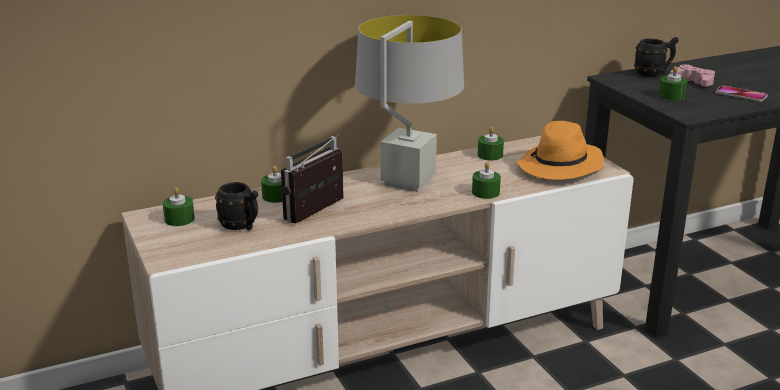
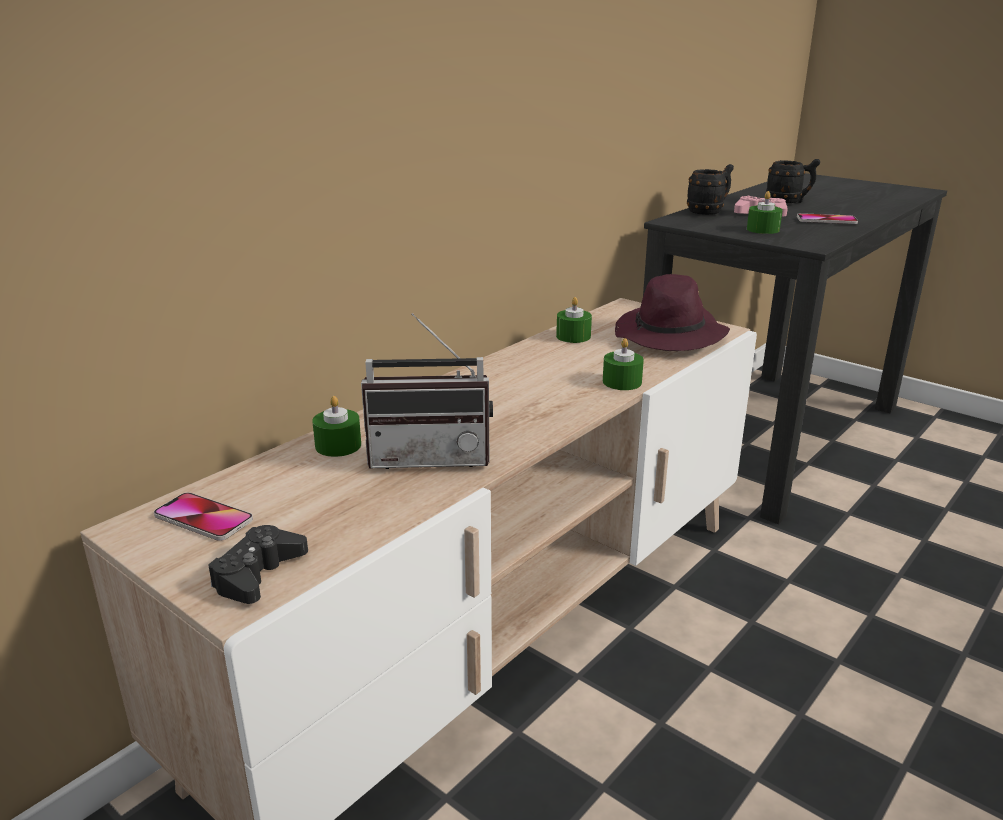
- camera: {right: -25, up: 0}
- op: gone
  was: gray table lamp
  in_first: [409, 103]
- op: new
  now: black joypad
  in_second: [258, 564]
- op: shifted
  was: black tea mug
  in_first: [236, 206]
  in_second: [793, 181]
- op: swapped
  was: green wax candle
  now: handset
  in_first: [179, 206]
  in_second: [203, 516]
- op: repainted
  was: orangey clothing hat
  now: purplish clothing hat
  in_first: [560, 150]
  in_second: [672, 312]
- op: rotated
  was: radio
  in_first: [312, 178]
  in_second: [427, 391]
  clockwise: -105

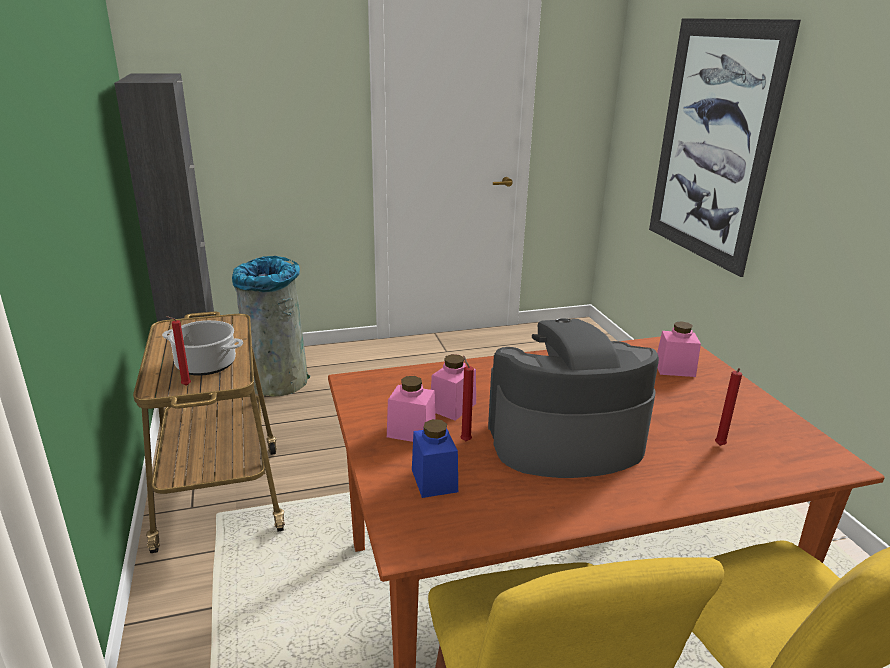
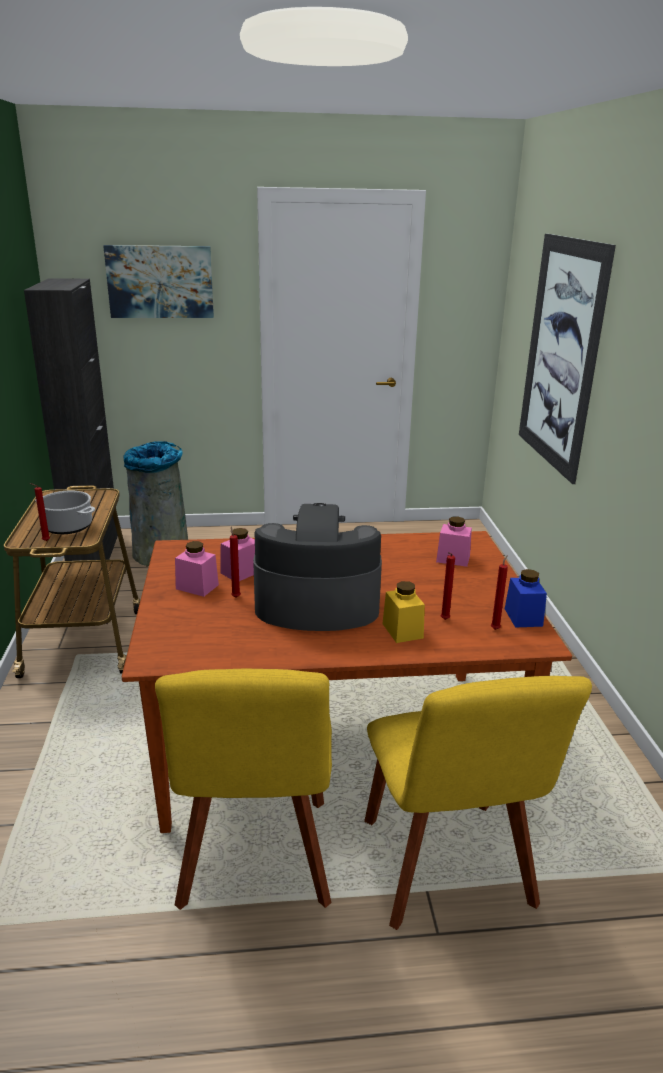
- camera: {right: 10, up: 0}
- op: new
  now: picture
  in_second: [158, 281]
- op: new
  now: yellow jar
  in_second: [403, 612]
- op: new
  now: reddish wax candle
  in_second: [499, 592]
- op: shifted
  was: blue-coloured jar
  in_first: [435, 458]
  in_second: [526, 598]

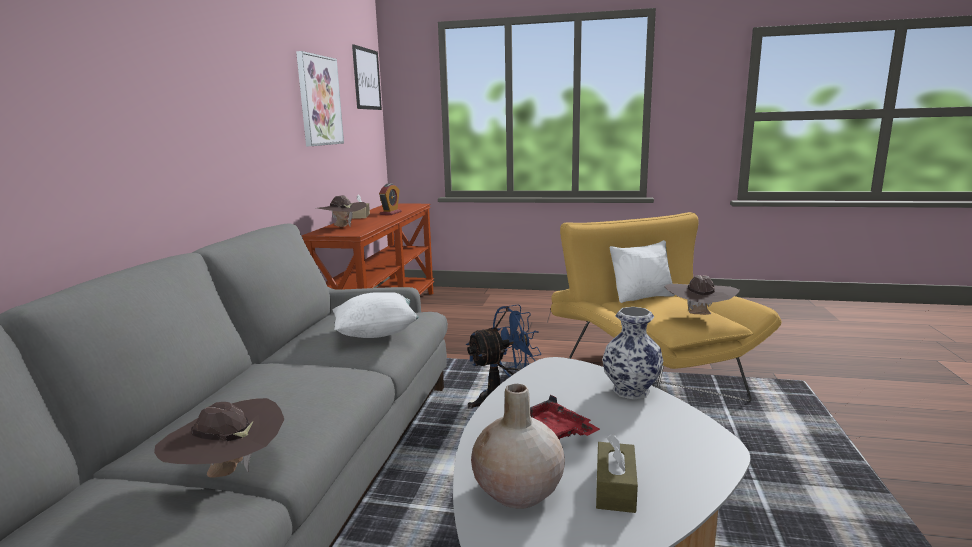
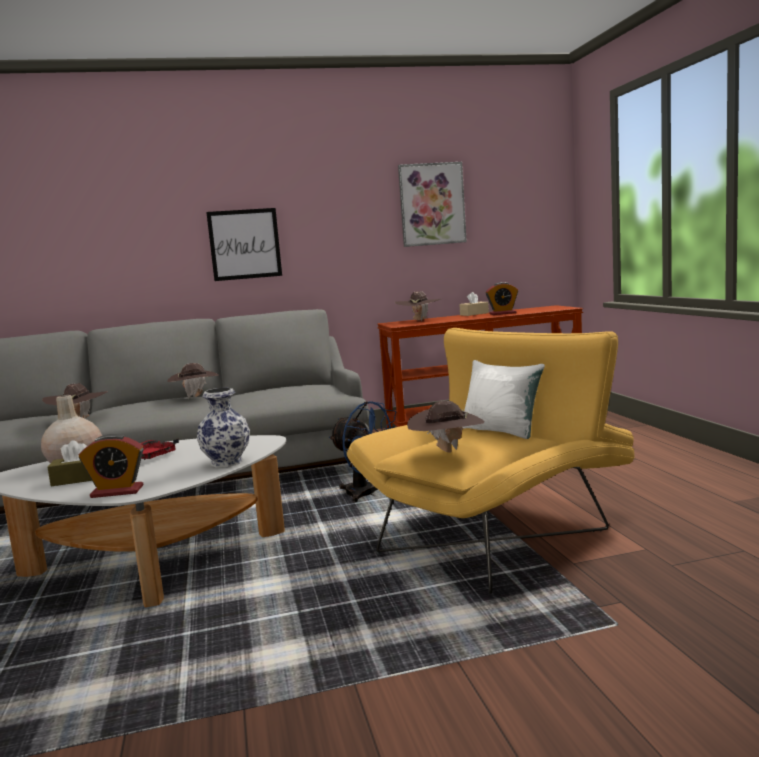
- camera: {right: 65, up: -5}
- op: gone
  was: white-coloured cushion
  in_first: [375, 315]
- op: new
  now: table clock
  in_second: [111, 466]
- op: new
  now: brownish clothing hat
  in_second: [193, 381]
- op: shifted
  was: picture
  in_first: [367, 77]
  in_second: [244, 244]

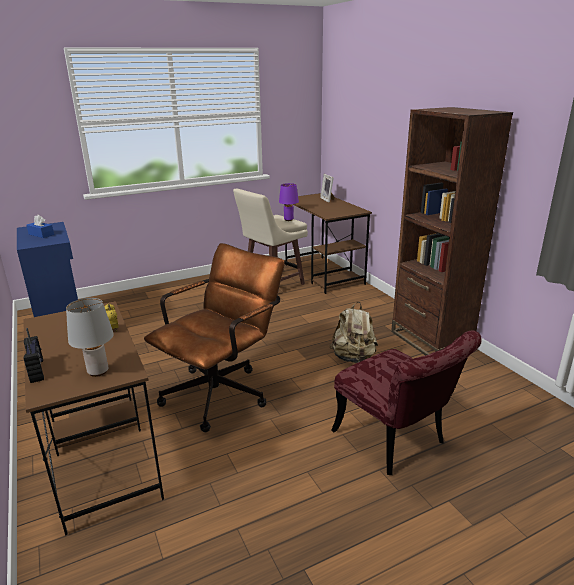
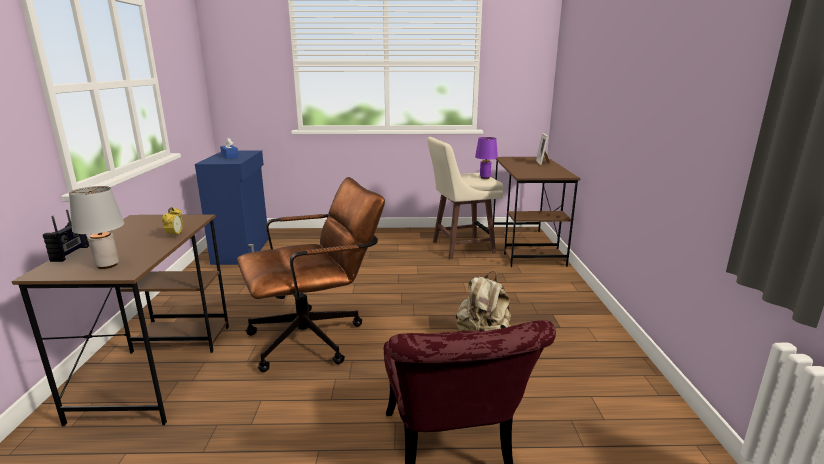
- camera: {right: 25, up: -5}
- op: gone
  was: brownish shelving unit
  in_first: [452, 231]

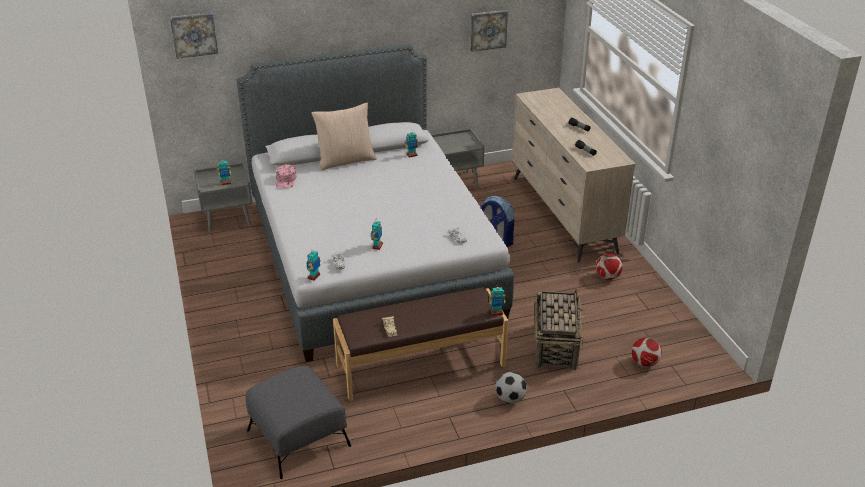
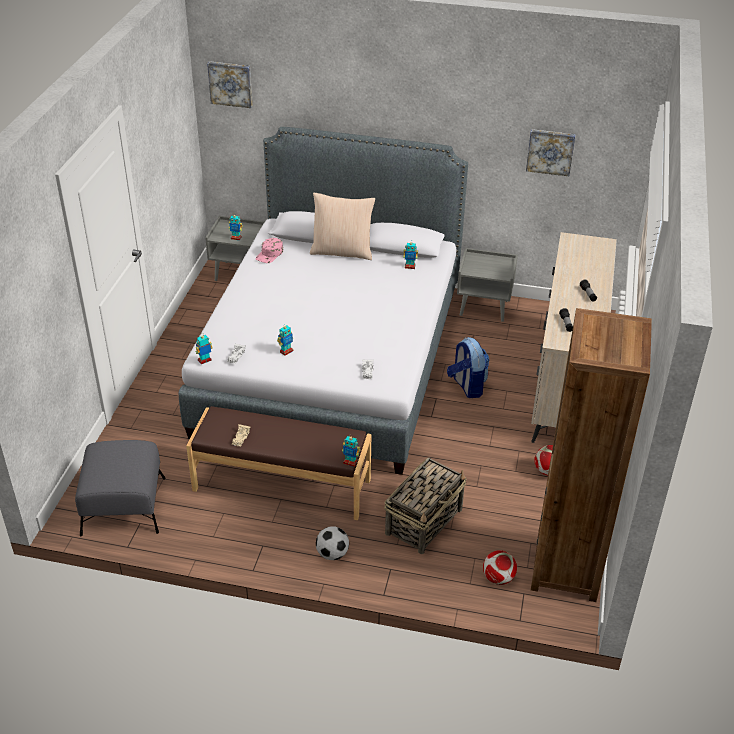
- camera: {right: 30, up: 5}
- op: new
  now: brownish shelving unit
  in_second: [591, 455]

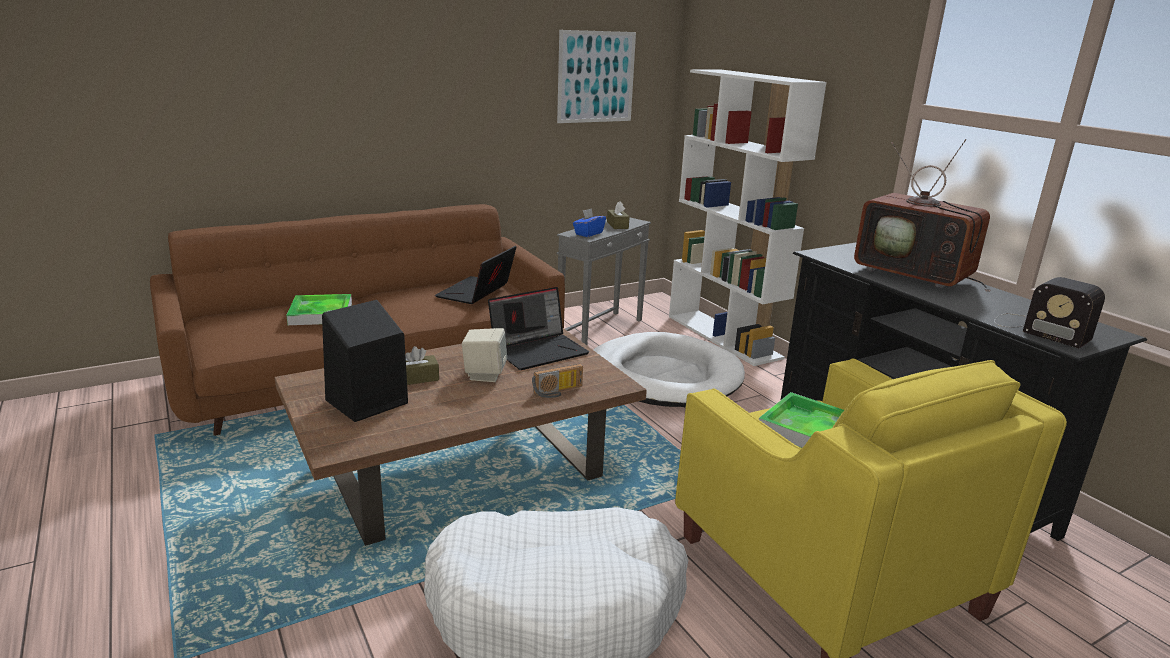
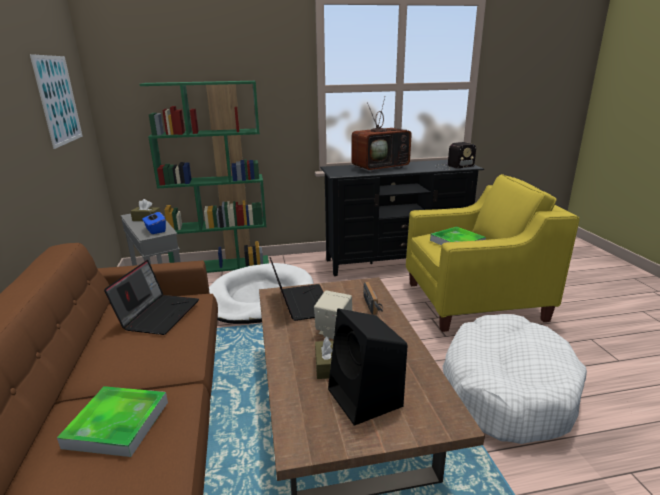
- camera: {right: -70, up: 0}
- op: repainted
  was: white-coloured shelving unit
  now: green shelving unit
  in_first: [748, 217]
  in_second: [204, 177]
- op: rotated
  was: laptop
  in_first: [475, 275]
  in_second: [151, 297]
  clockwise: -120

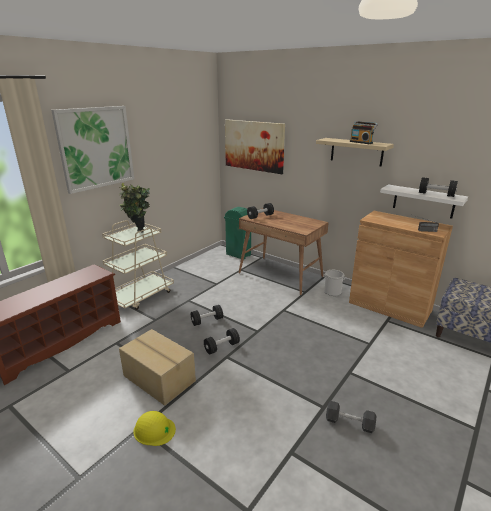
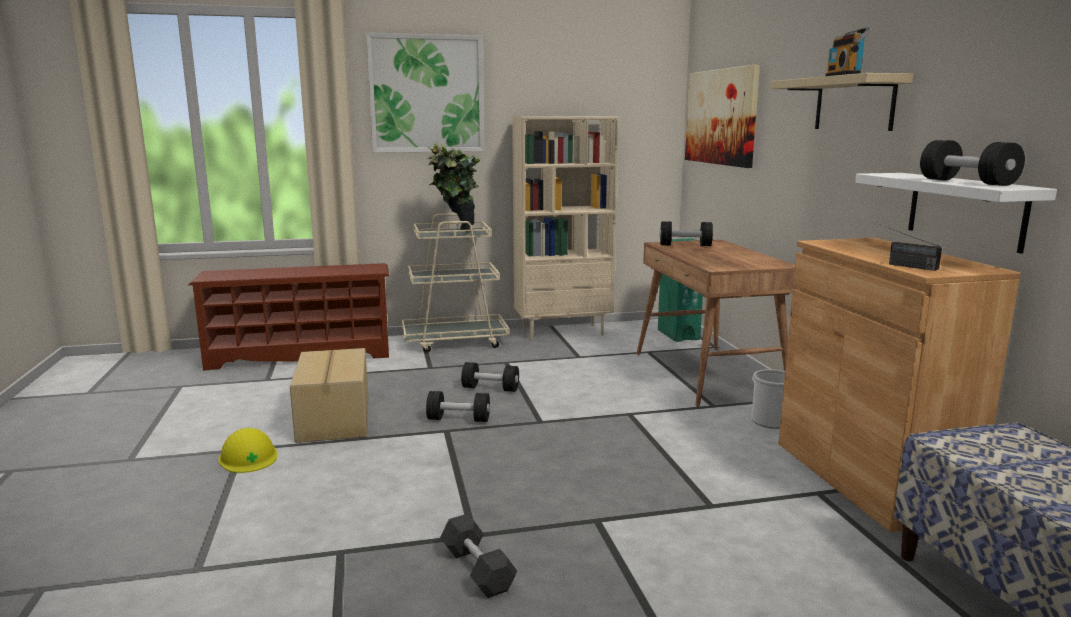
- camera: {right: 40, up: -10}
- op: new
  now: beige-coloured shelving unit
  in_second: [565, 228]

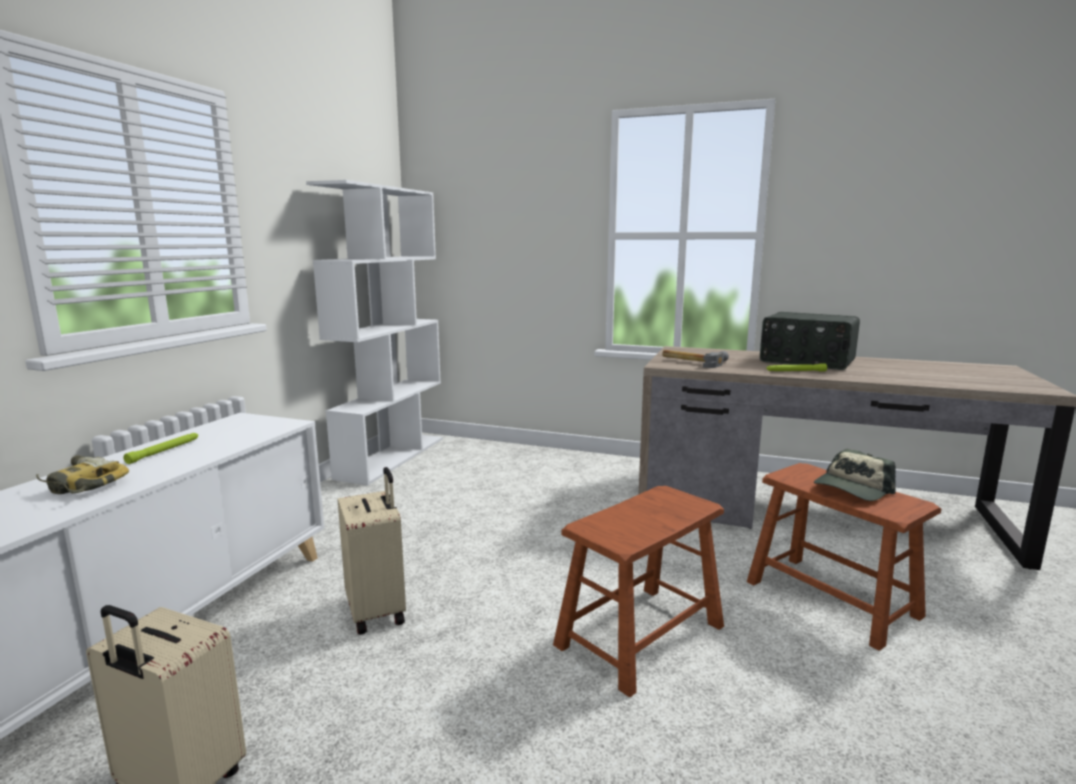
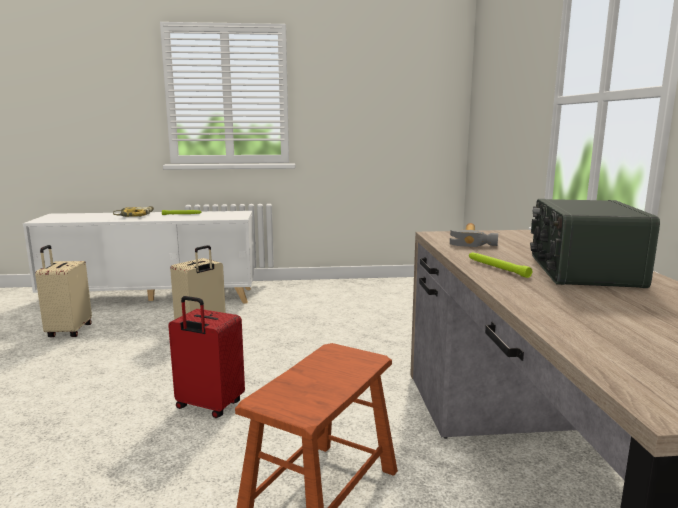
- camera: {right: 65, up: 0}
- op: gone
  was: white-coloured shelving unit
  in_first: [374, 332]
- op: gone
  was: peaked cap
  in_first: [855, 475]
- op: swapped
  was: brownish sitting stool
  now: reddish suitcase
  in_first: [638, 591]
  in_second: [206, 357]

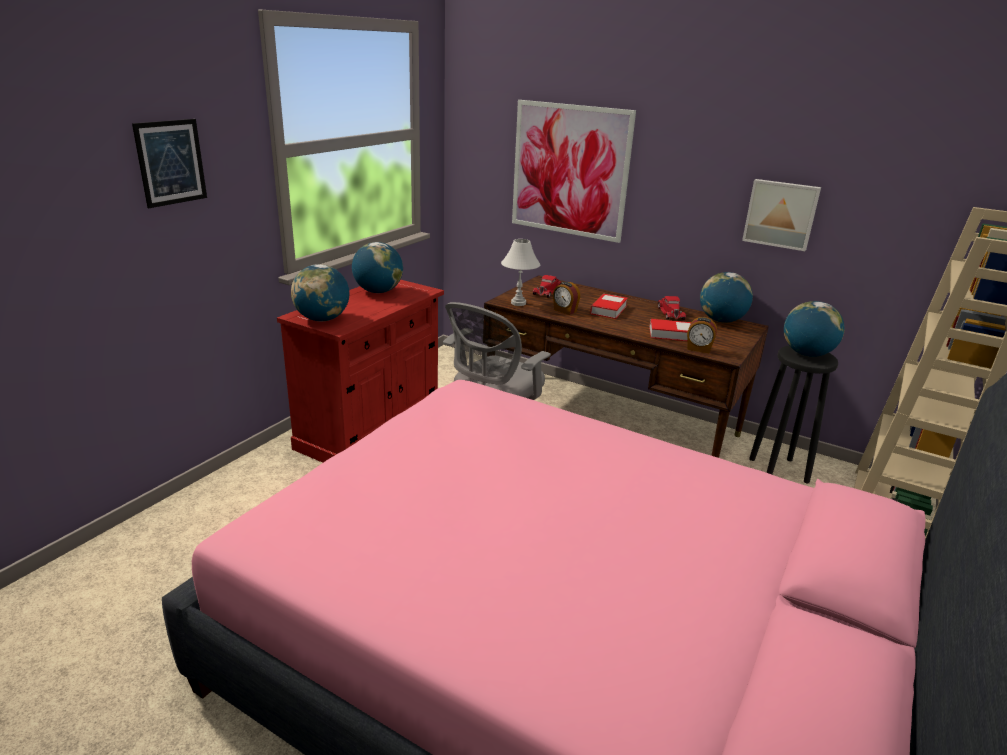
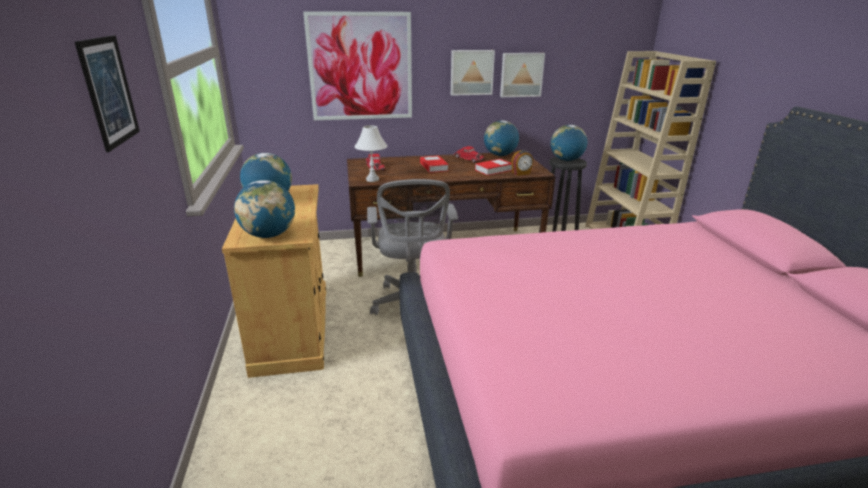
- camera: {right: -40, up: 0}
- op: gone
  was: table clock
  in_first: [566, 298]
- op: new
  now: picture
  in_second: [473, 73]
- op: repainted
  was: reddish cupboard
  now: beige-coloured cupboard
  in_first: [360, 371]
  in_second: [274, 281]

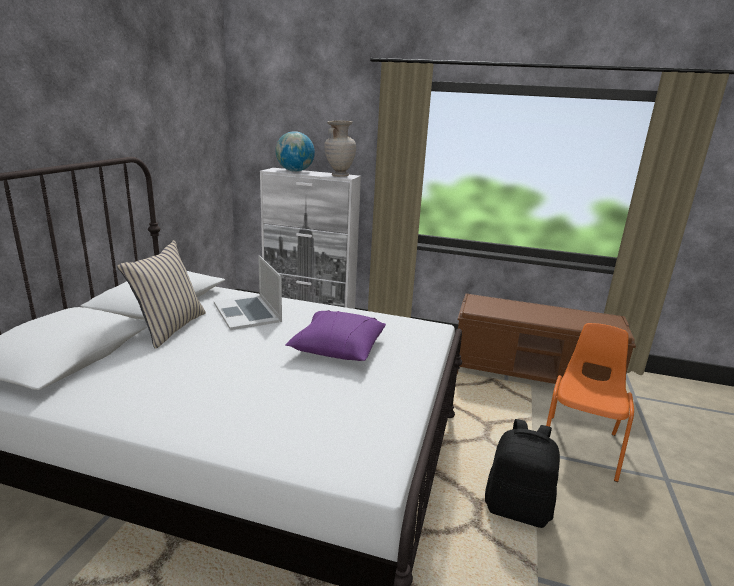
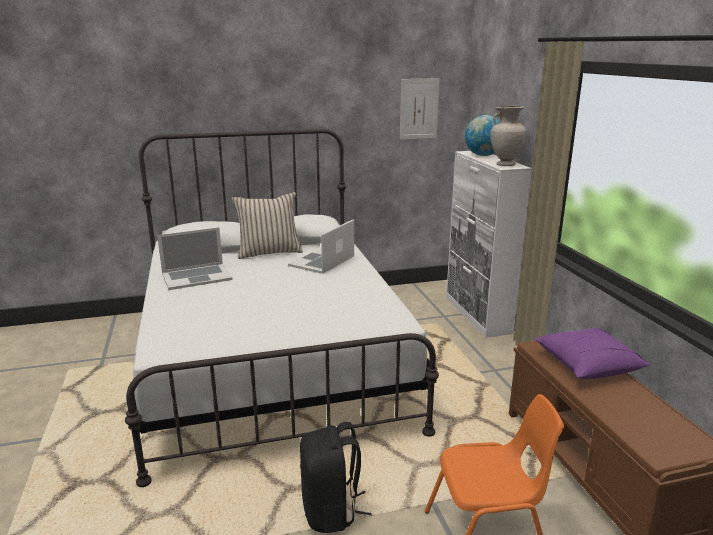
- camera: {right: 60, up: 0}
- op: new
  now: laptop
  in_second: [195, 258]
- op: new
  now: picture
  in_second: [420, 108]
- op: shifted
  was: purplish cushion
  in_first: [335, 335]
  in_second: [592, 353]

